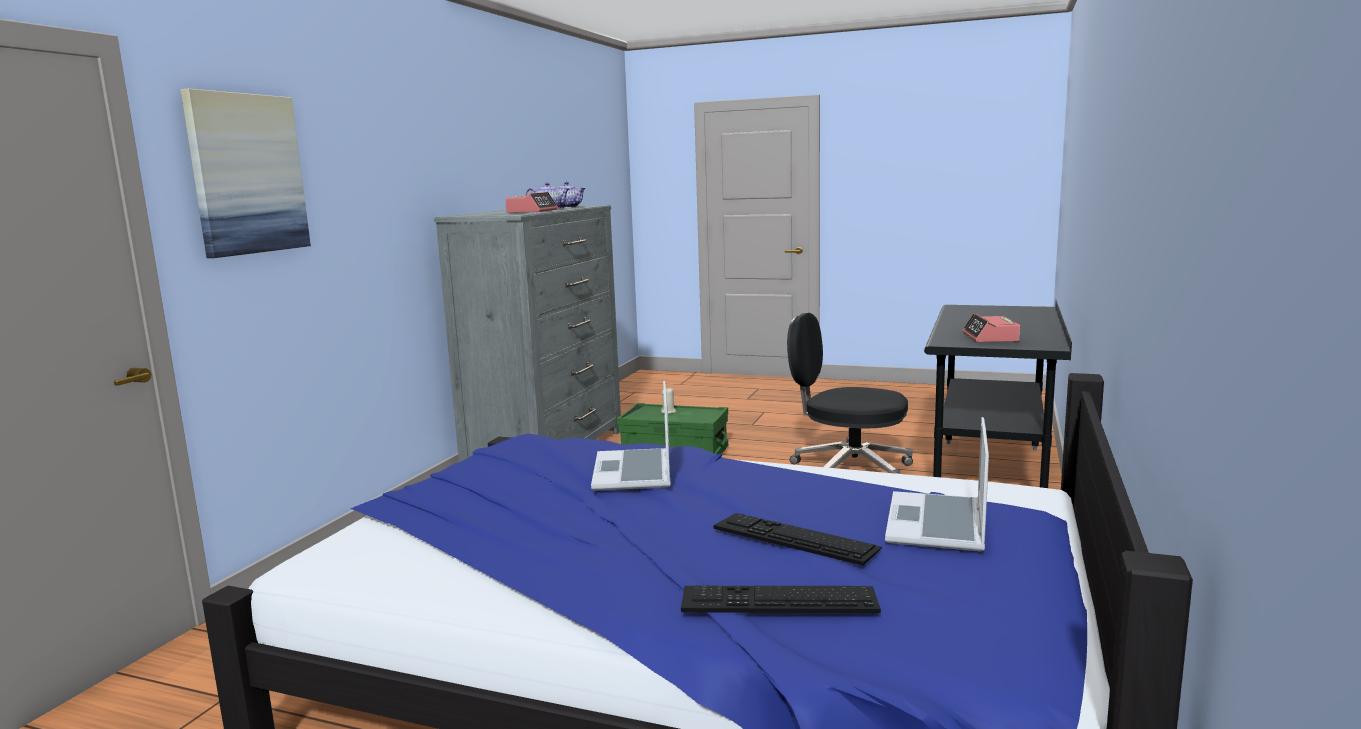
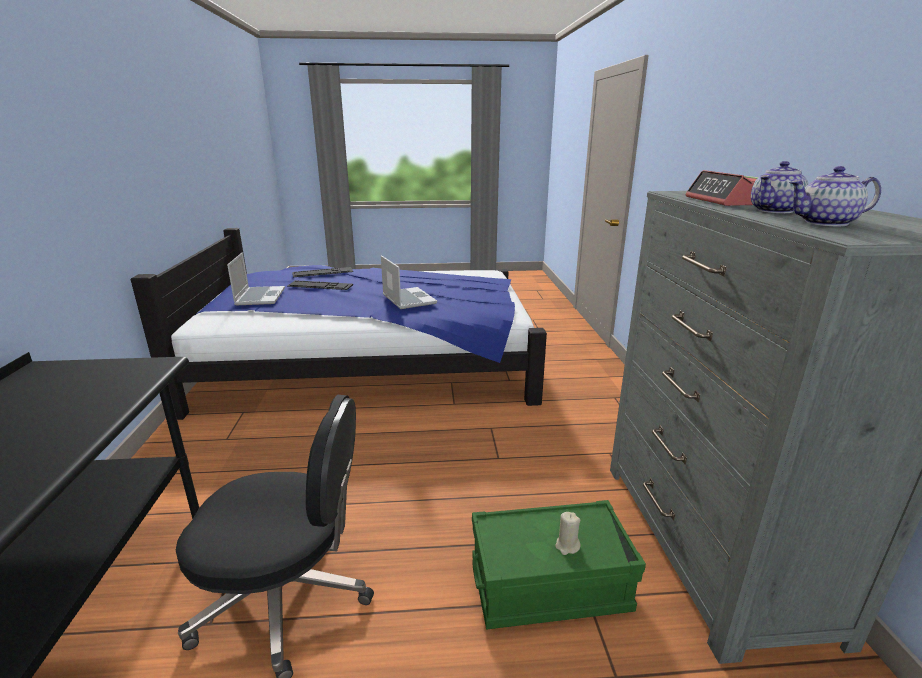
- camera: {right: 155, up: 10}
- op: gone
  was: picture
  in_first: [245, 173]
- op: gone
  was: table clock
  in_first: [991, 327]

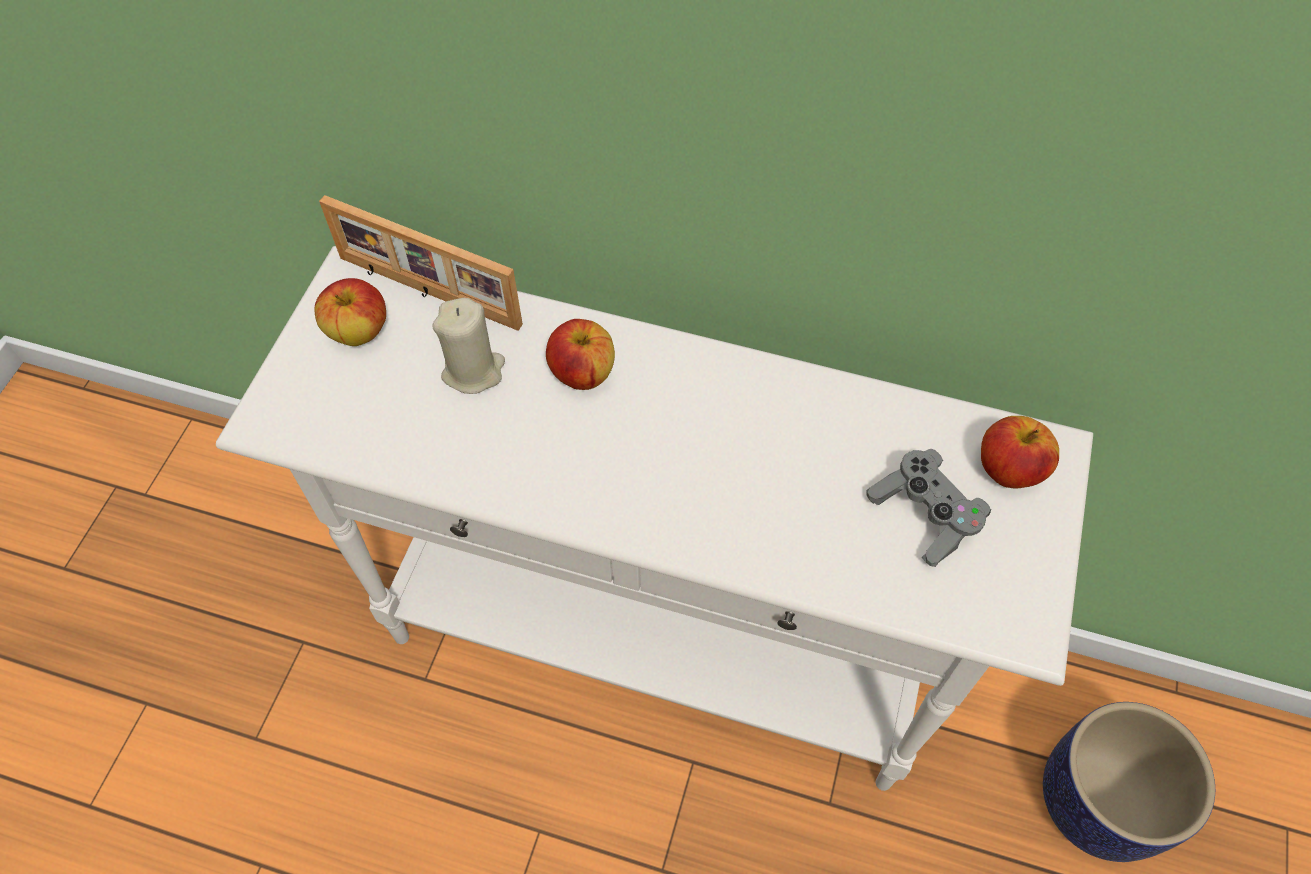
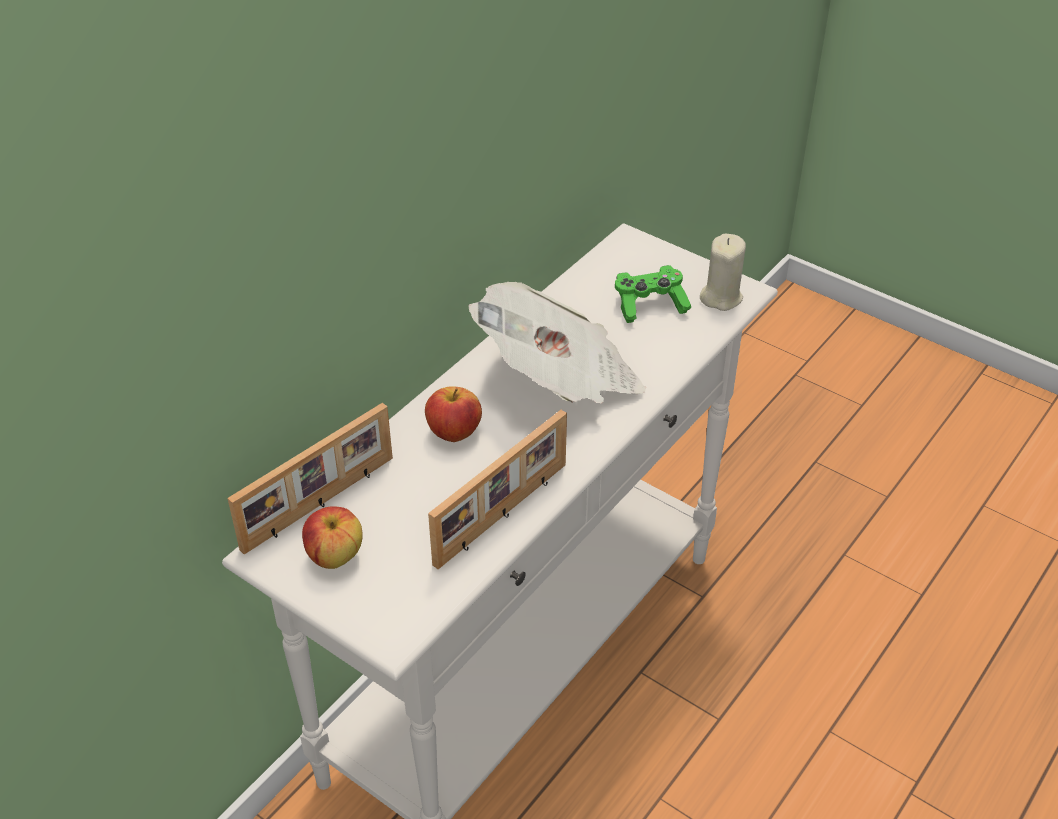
- camera: {right: -70, up: -15}
- op: gone
  was: whole apple
  in_first: [1020, 452]
- op: gone
  was: flower pot
  in_first: [1129, 782]
- op: new
  now: photo frame
  in_second: [497, 489]
- op: new
  now: newspaper
  in_second: [557, 342]
- op: shifted
  was: beige-coloured wax candle
  in_first: [468, 346]
  in_second: [723, 272]
- op: repainted
  was: gray joypad
  now: green joypad
  in_first: [929, 508]
  in_second: [653, 294]

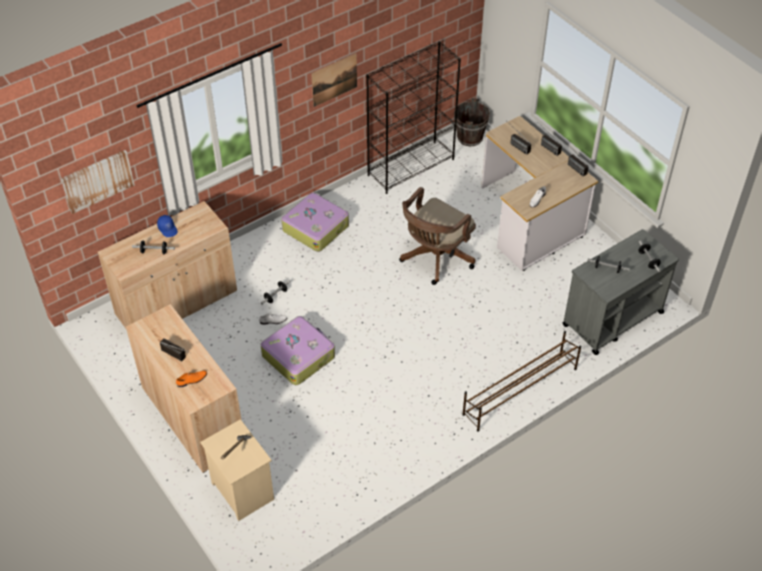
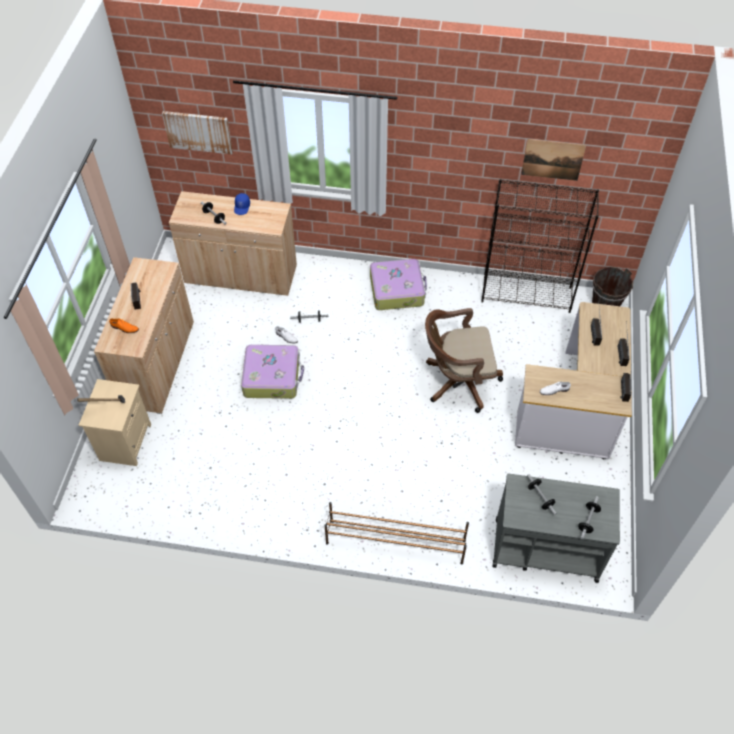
- camera: {right: 45, up: 5}
- op: shifted
  was: picture
  in_first: [334, 80]
  in_second: [553, 160]

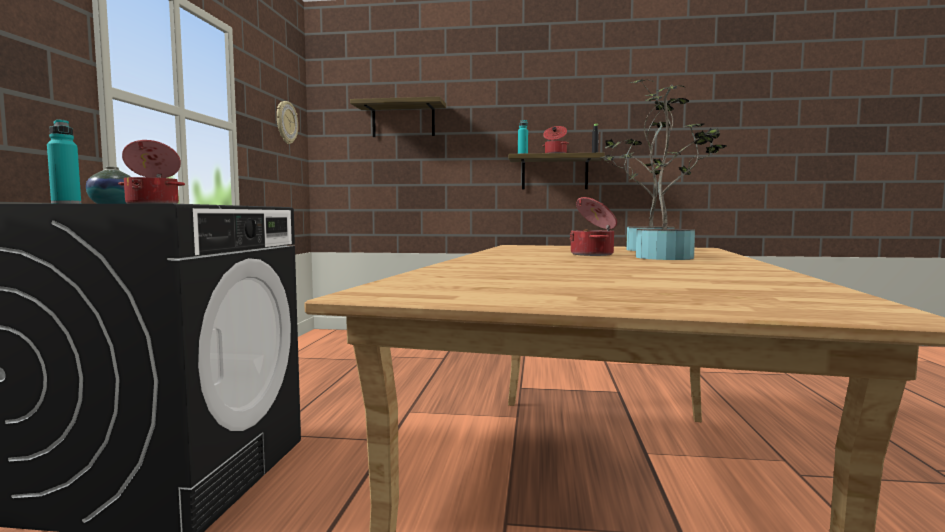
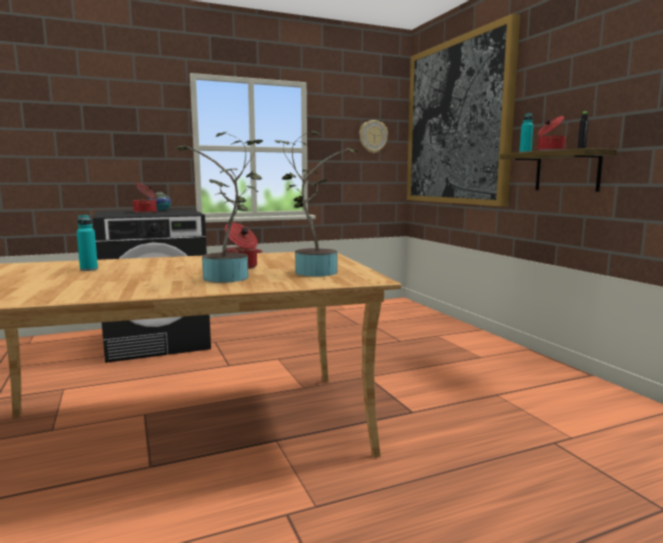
- camera: {right: 60, up: 5}
- op: shifted
  was: blue-green beverage bottle
  in_first: [64, 162]
  in_second: [87, 243]
- op: swapped
  was: bracket shelf
  now: picture
  in_first: [398, 116]
  in_second: [463, 110]

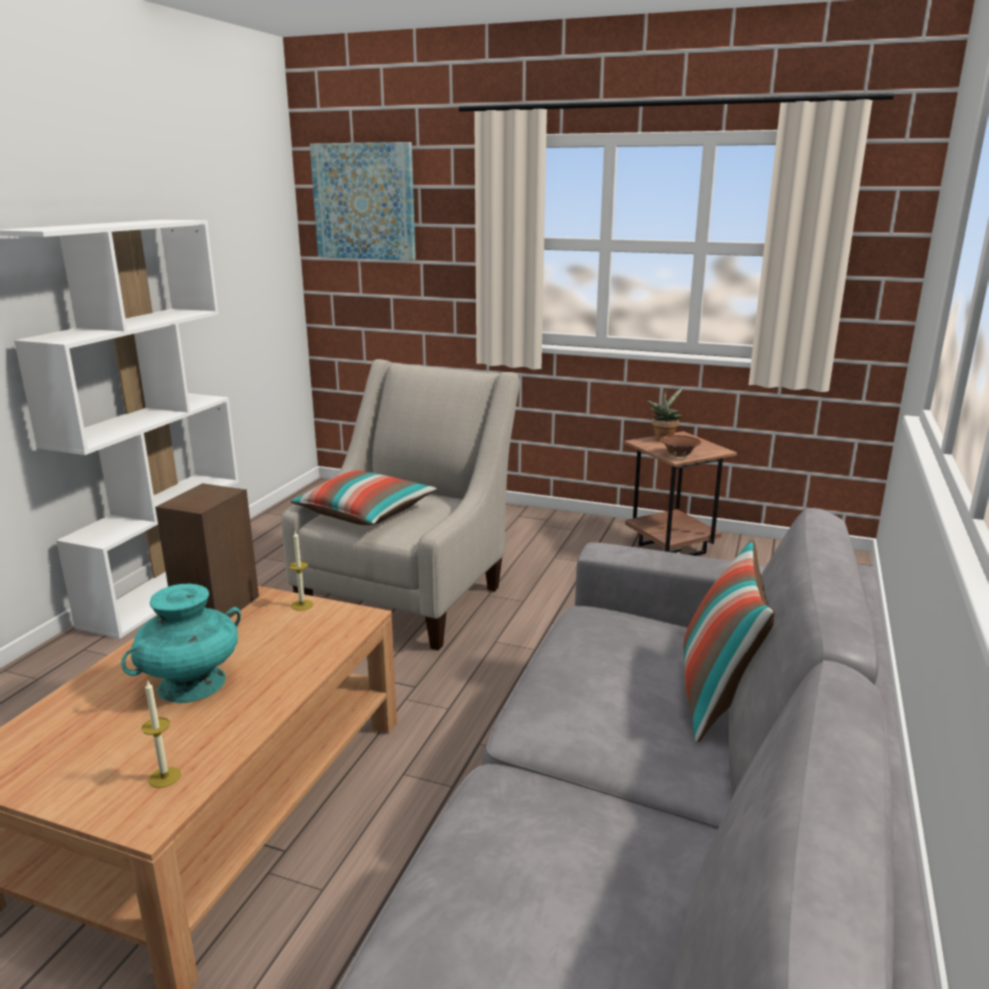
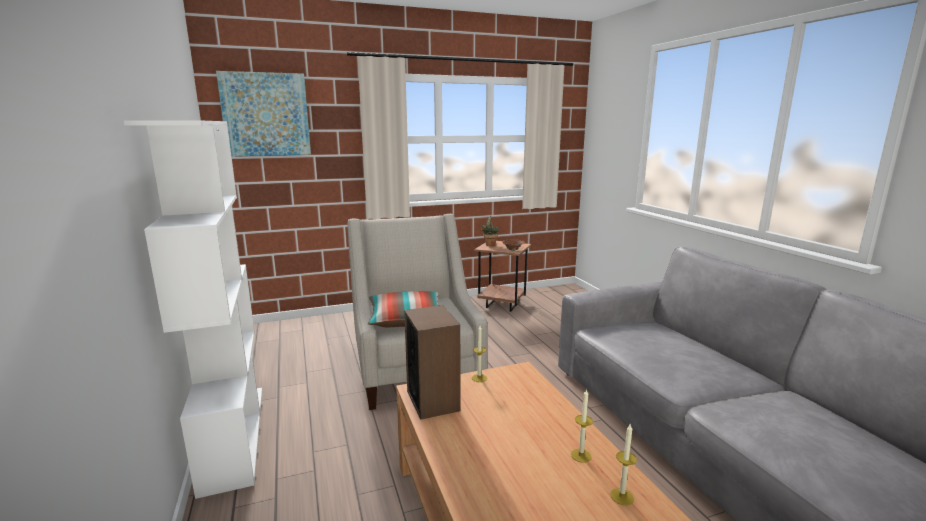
- camera: {right: -40, up: -5}
- op: gone
  was: blue-green decorative vase
  in_first: [181, 643]
- op: gone
  was: cushion
  in_first: [729, 641]
- op: new
  now: wax candle
  in_second: [582, 426]

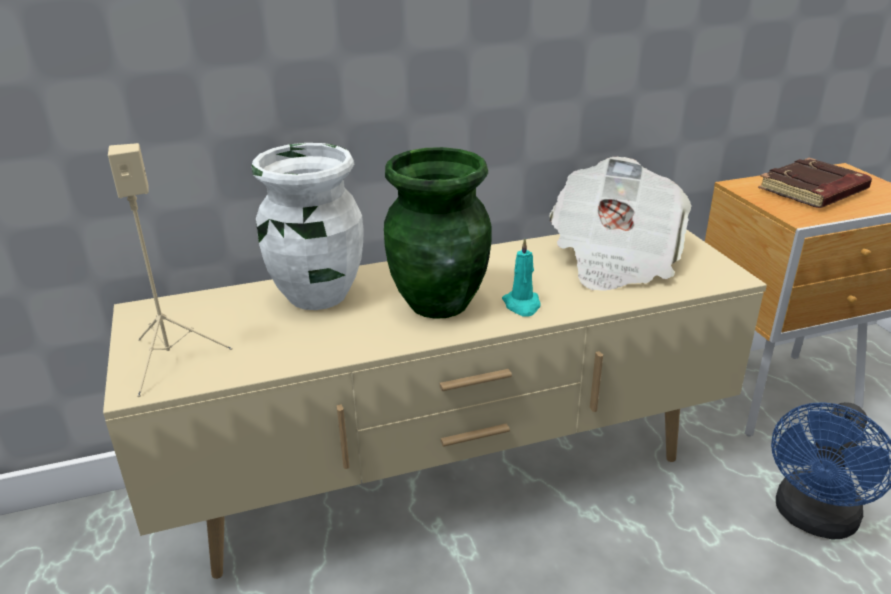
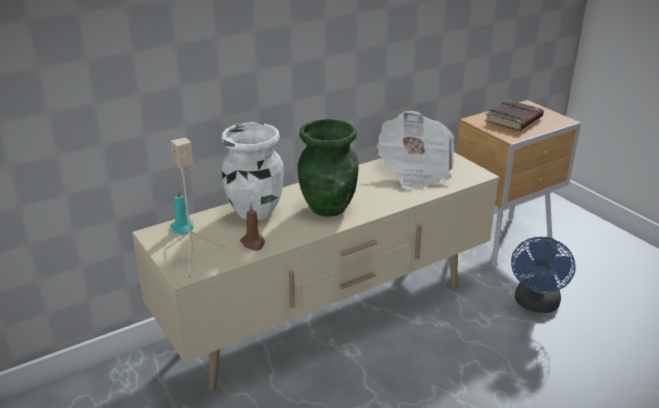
- camera: {right: -15, up: 0}
- op: new
  now: brownish wax candle
  in_second: [252, 227]
- op: shifted
  was: blue-green wax candle
  in_first: [521, 277]
  in_second: [182, 212]

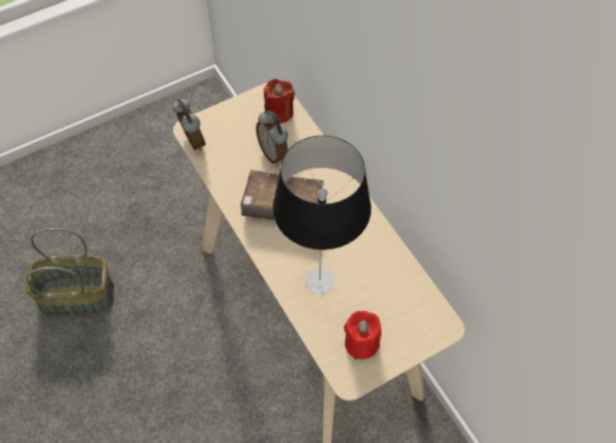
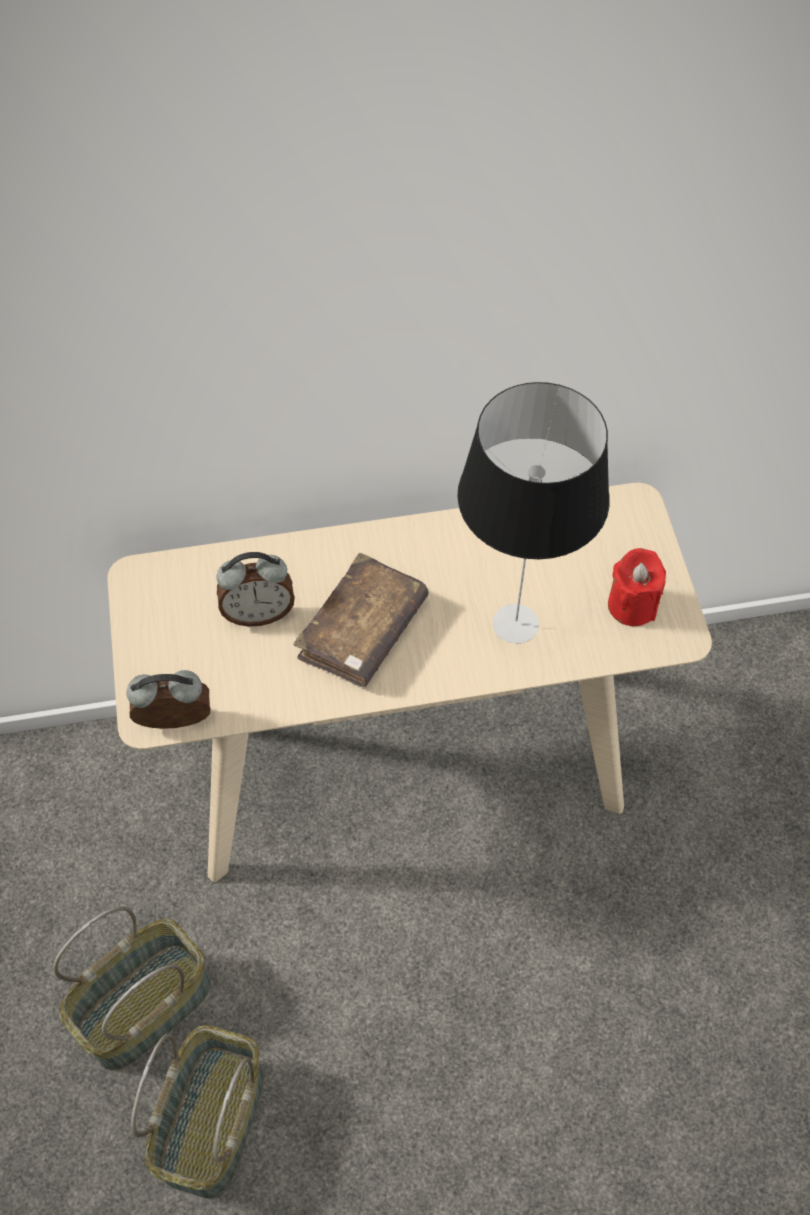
- camera: {right: -70, up: 0}
- op: gone
  was: reddish wax candle
  in_first: [279, 101]
- op: new
  now: basket
  in_second: [132, 988]

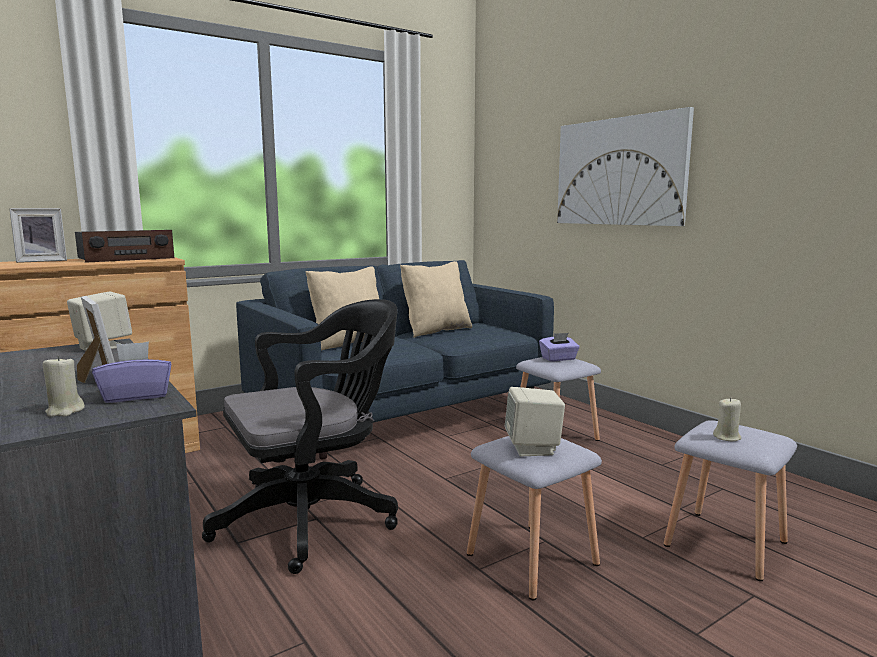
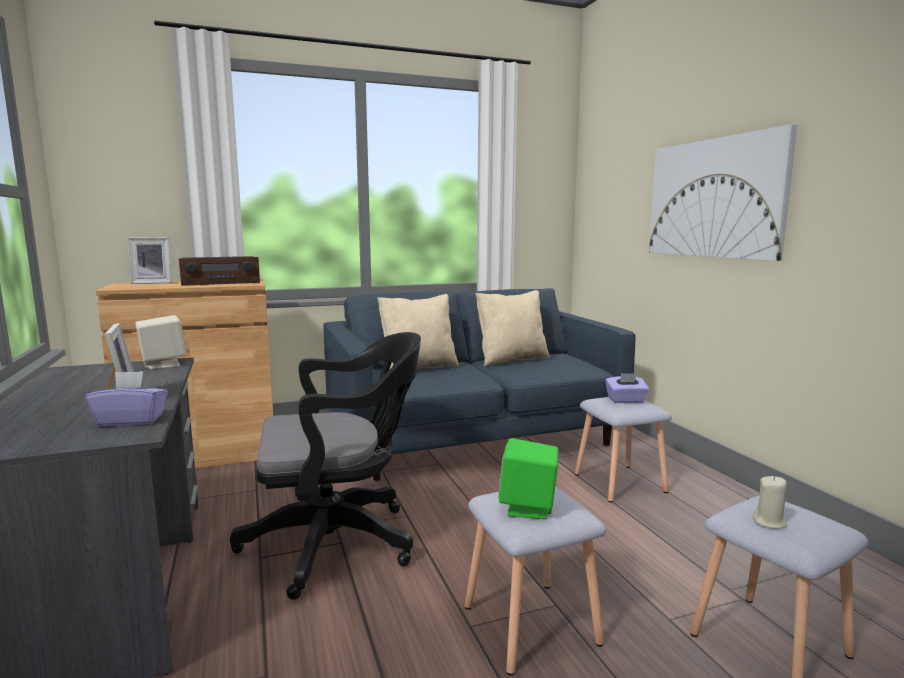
- camera: {right: 15, up: 0}
- op: gone
  was: beige-coloured wax candle
  in_first: [63, 386]
- op: repainted
  was: beige-coloured speaker
  now: green speaker
  in_first: [535, 422]
  in_second: [528, 478]

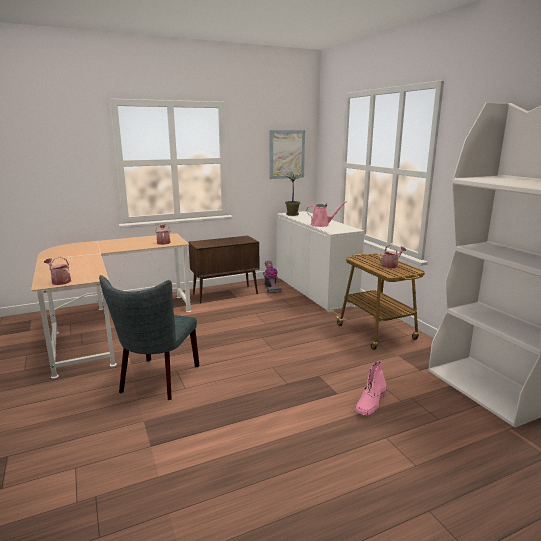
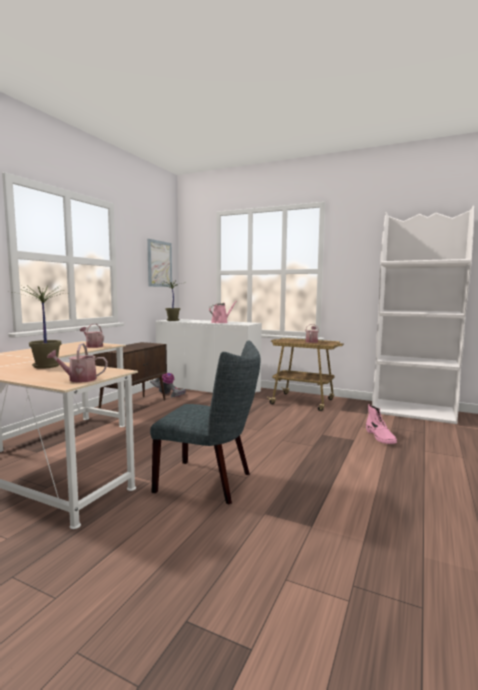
- camera: {right: -40, up: -10}
- op: new
  now: potted plant
  in_second: [40, 327]
- op: rotated
  was: gray plain chair
  in_first: [149, 337]
  in_second: [205, 422]
  clockwise: -45

